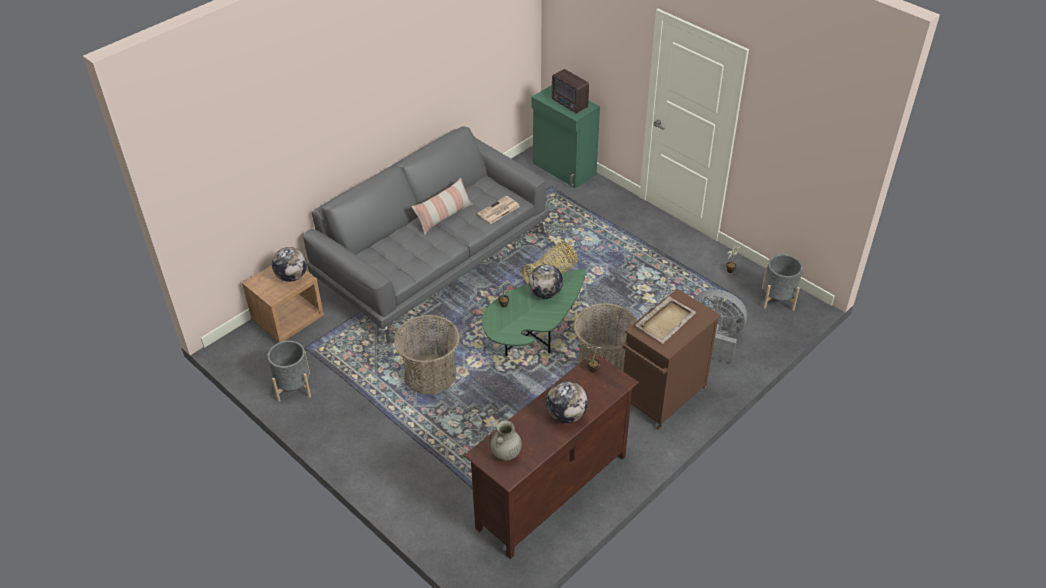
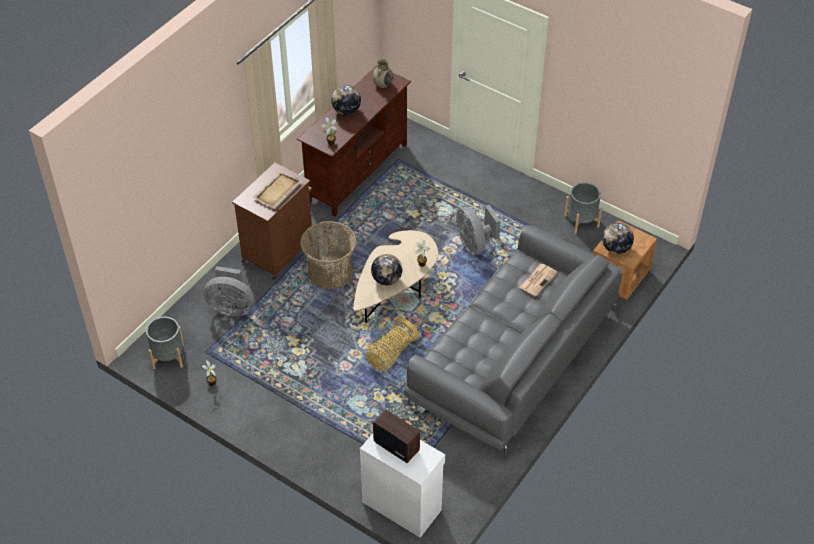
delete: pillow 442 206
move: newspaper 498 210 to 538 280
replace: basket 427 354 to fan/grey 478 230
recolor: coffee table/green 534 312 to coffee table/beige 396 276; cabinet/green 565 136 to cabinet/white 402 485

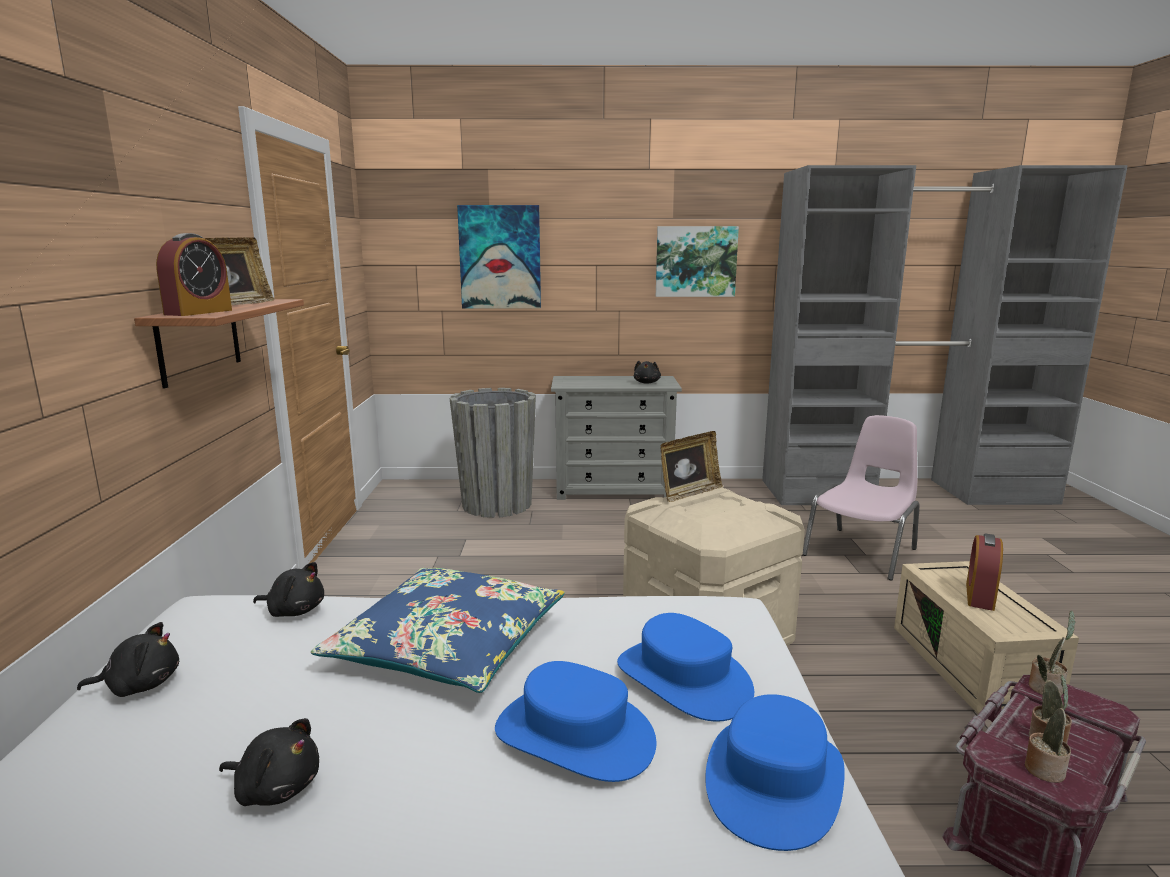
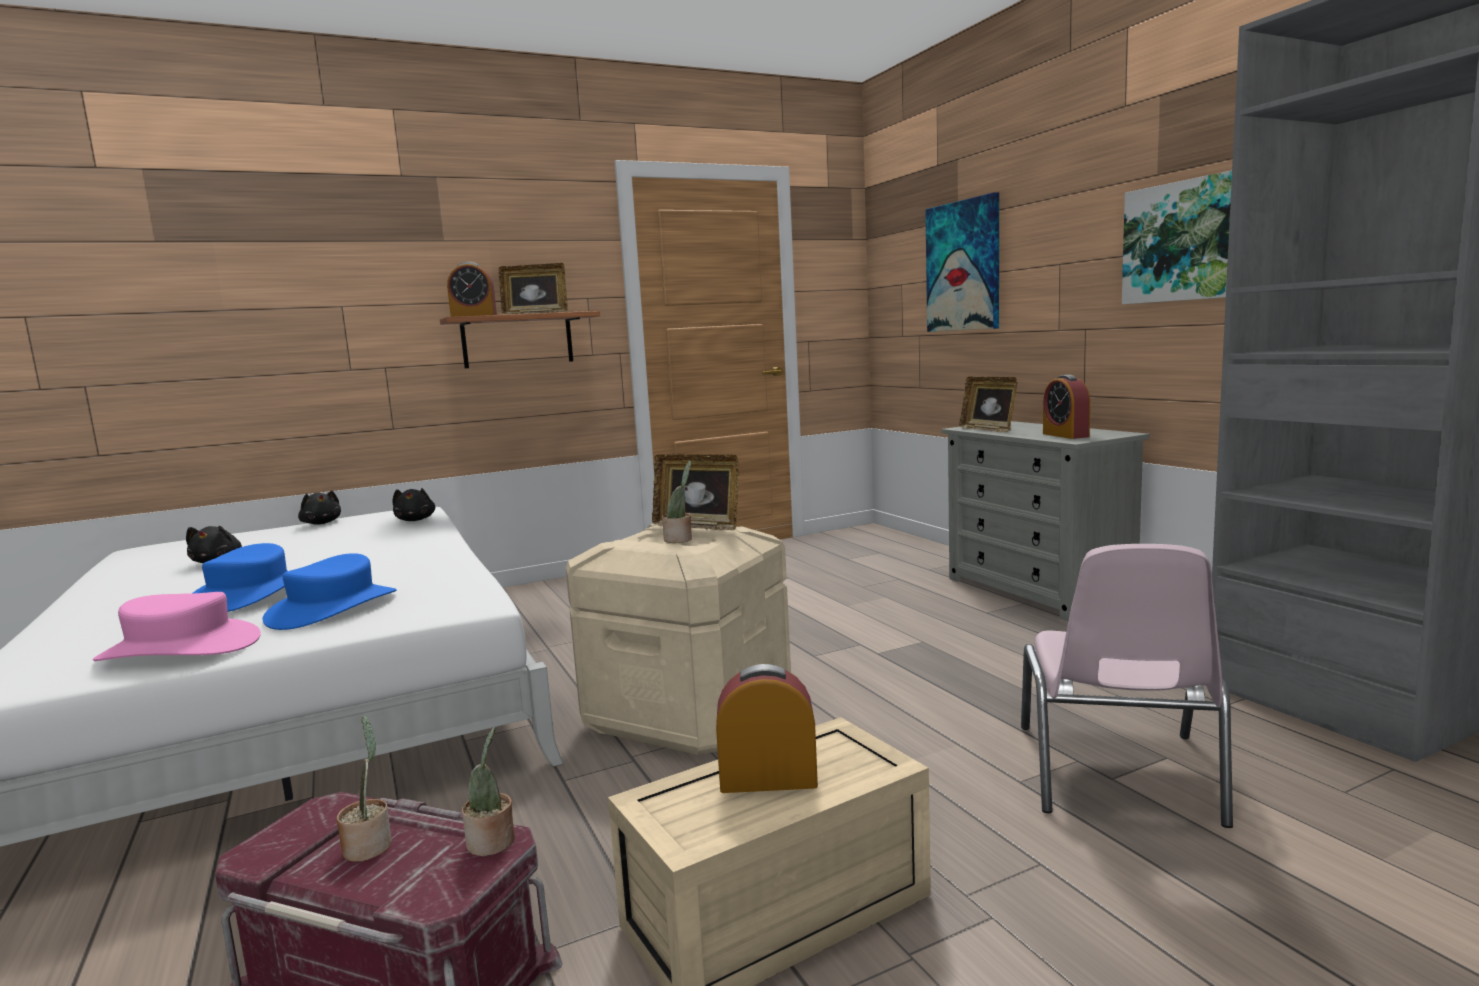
delete: pillow/blue 438 630; planter/grey 492 453
insert: picture frame 988 404
move: potted plant 1048 728 to 677 502
replace: plush toy/black 647 372 to alarm clock 1066 407
recolor: hat/blue 775 772 to hat/pink 177 626
rotate: chair/pink 861 498 = 1127 686 90 degrees clockwise

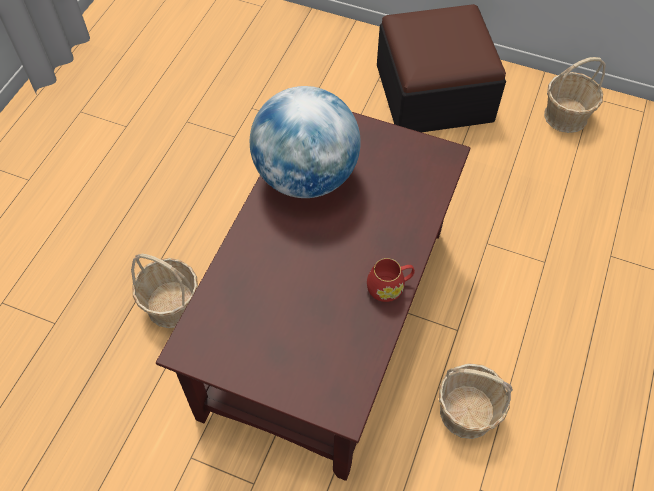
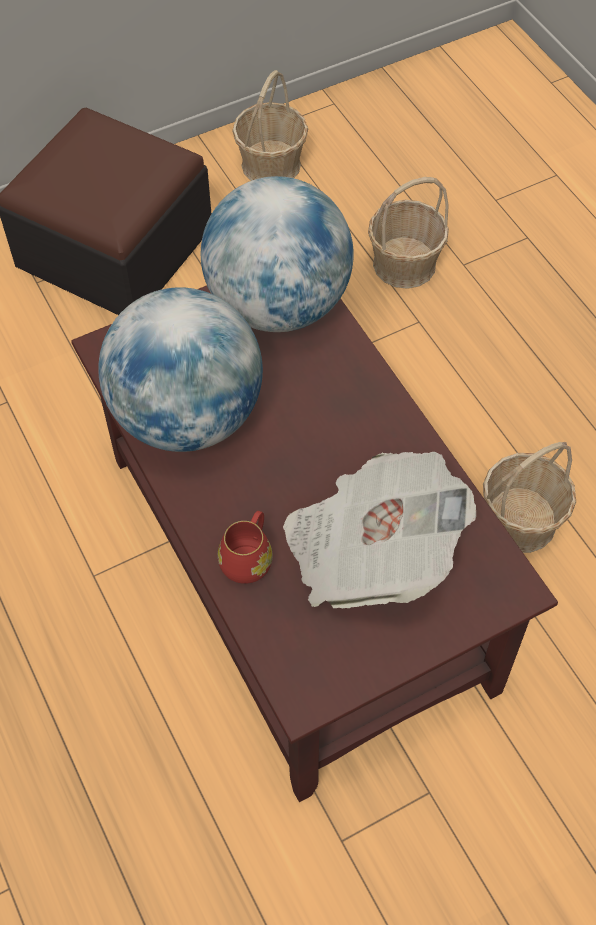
insert: globe 277 254; newspaper 379 530
move: mug/red 391 280 to 245 547; basket 164 290 to 408 233

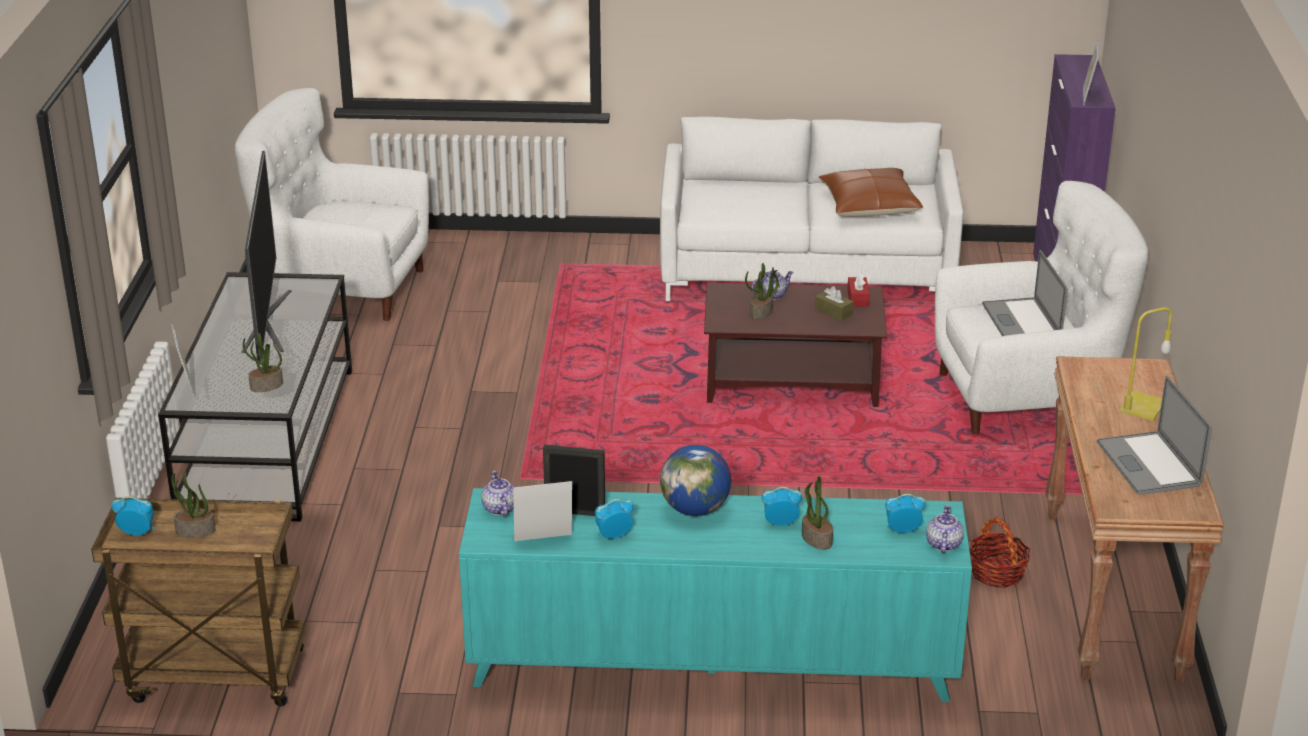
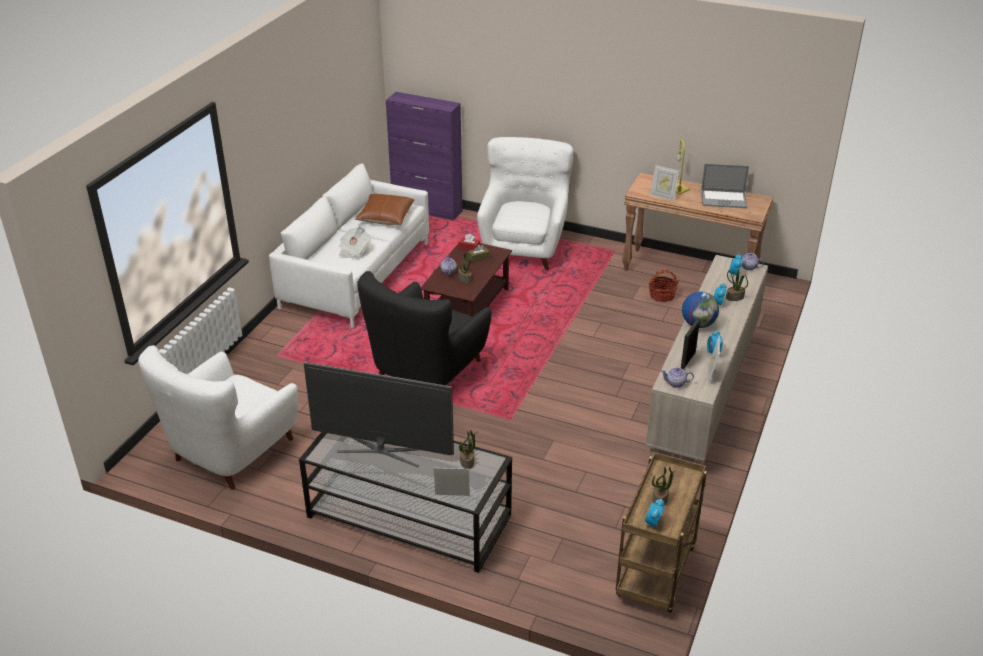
delete: laptop 1025 293
insert: newspaper 354 242; armchair/black 424 328
move: picture frame 1091 71 to 665 183
recolor: cabinet/turquoise 715 595 to cabinet/beige 707 359

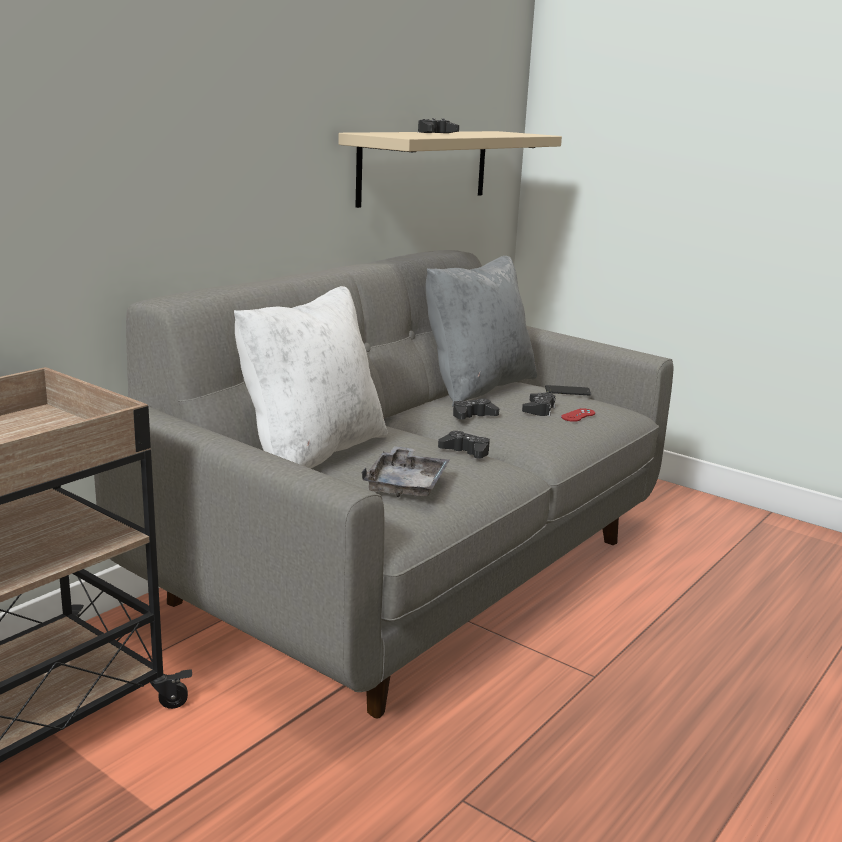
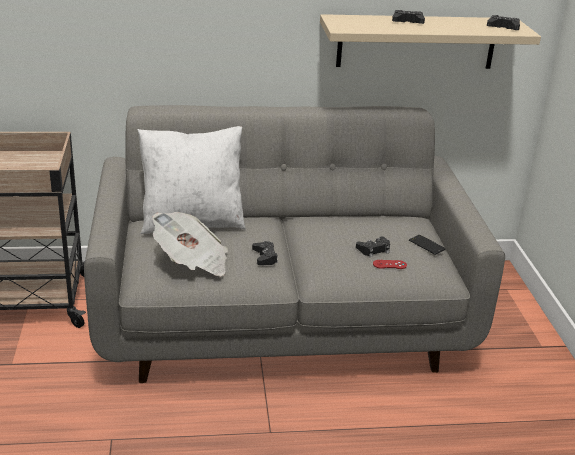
delete: pillow/grey 481 331
move: game controller/black 476 409 to 503 22
replace: tray/grey 405 471 to newspaper 190 244

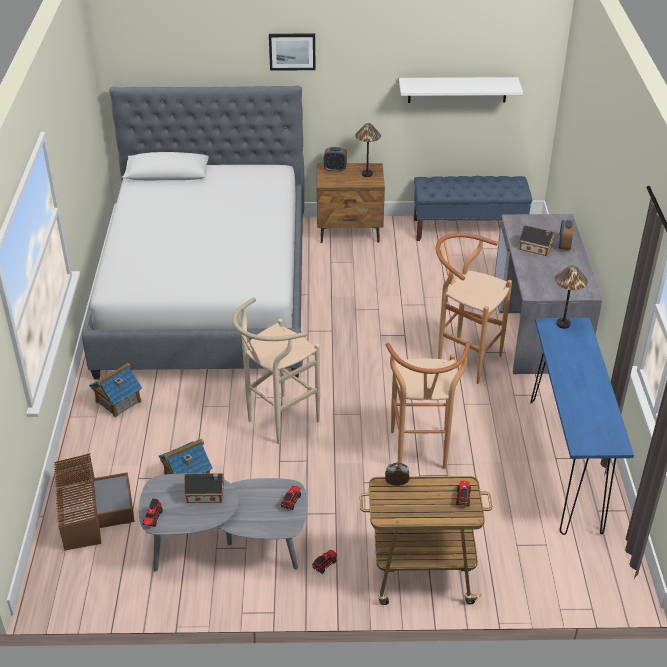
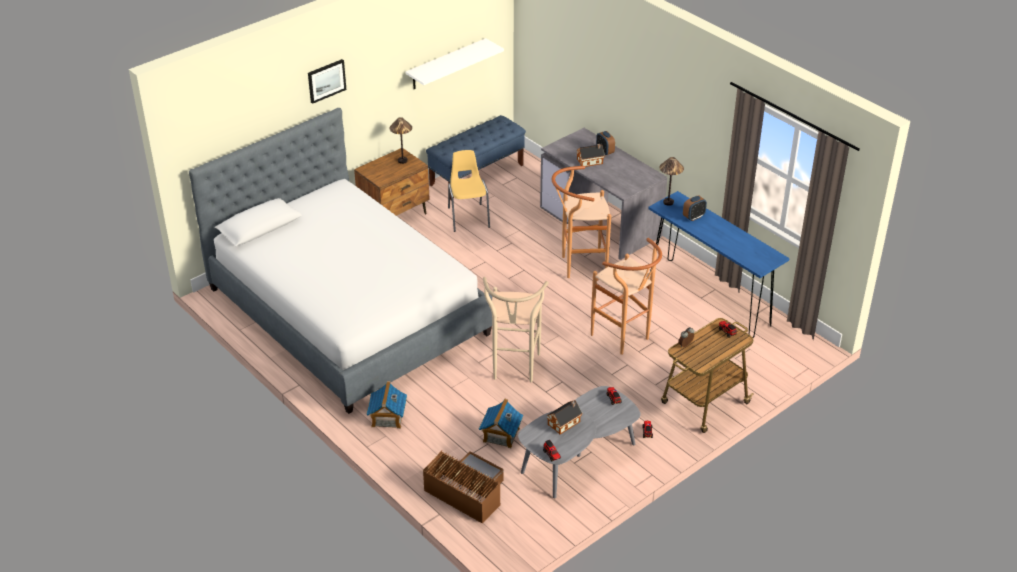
insert: chair/yellow 469 191
move: alarm clock 335 159 to 695 208

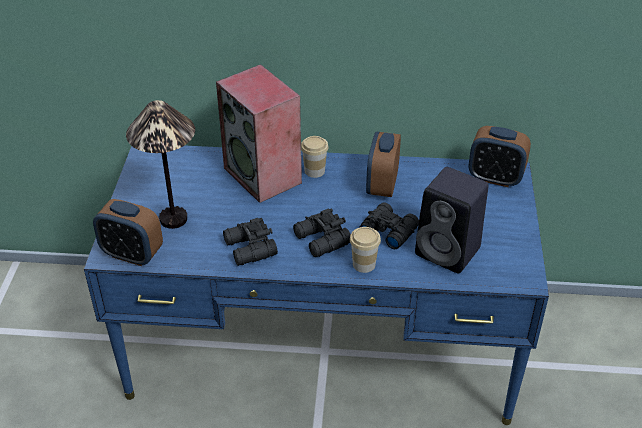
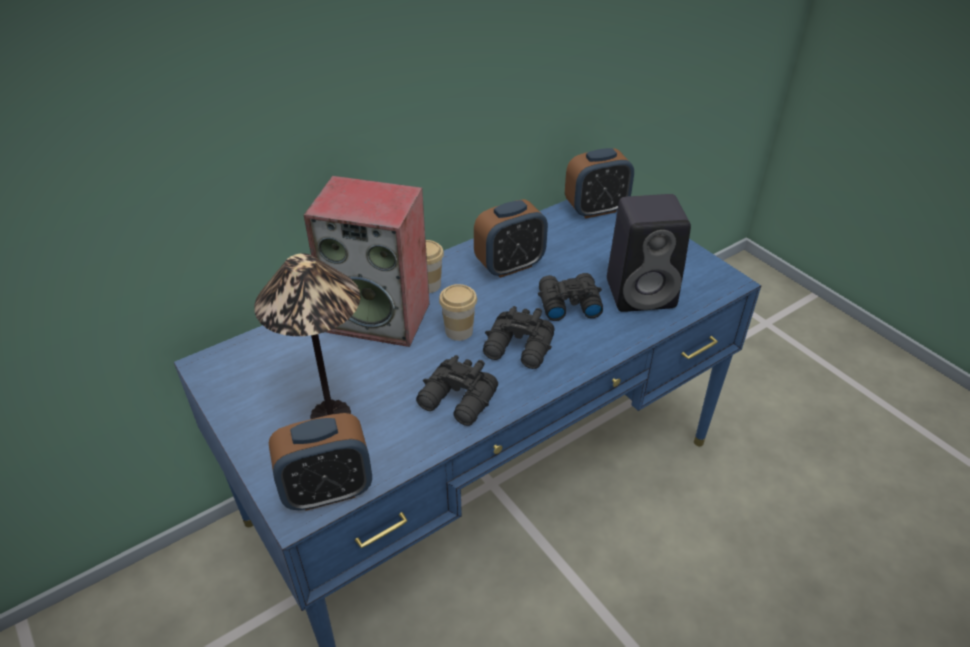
move: cup 365 250 to 458 312
rotate: alarm clock 383 164 = 511 238 90 degrees counterclockwise

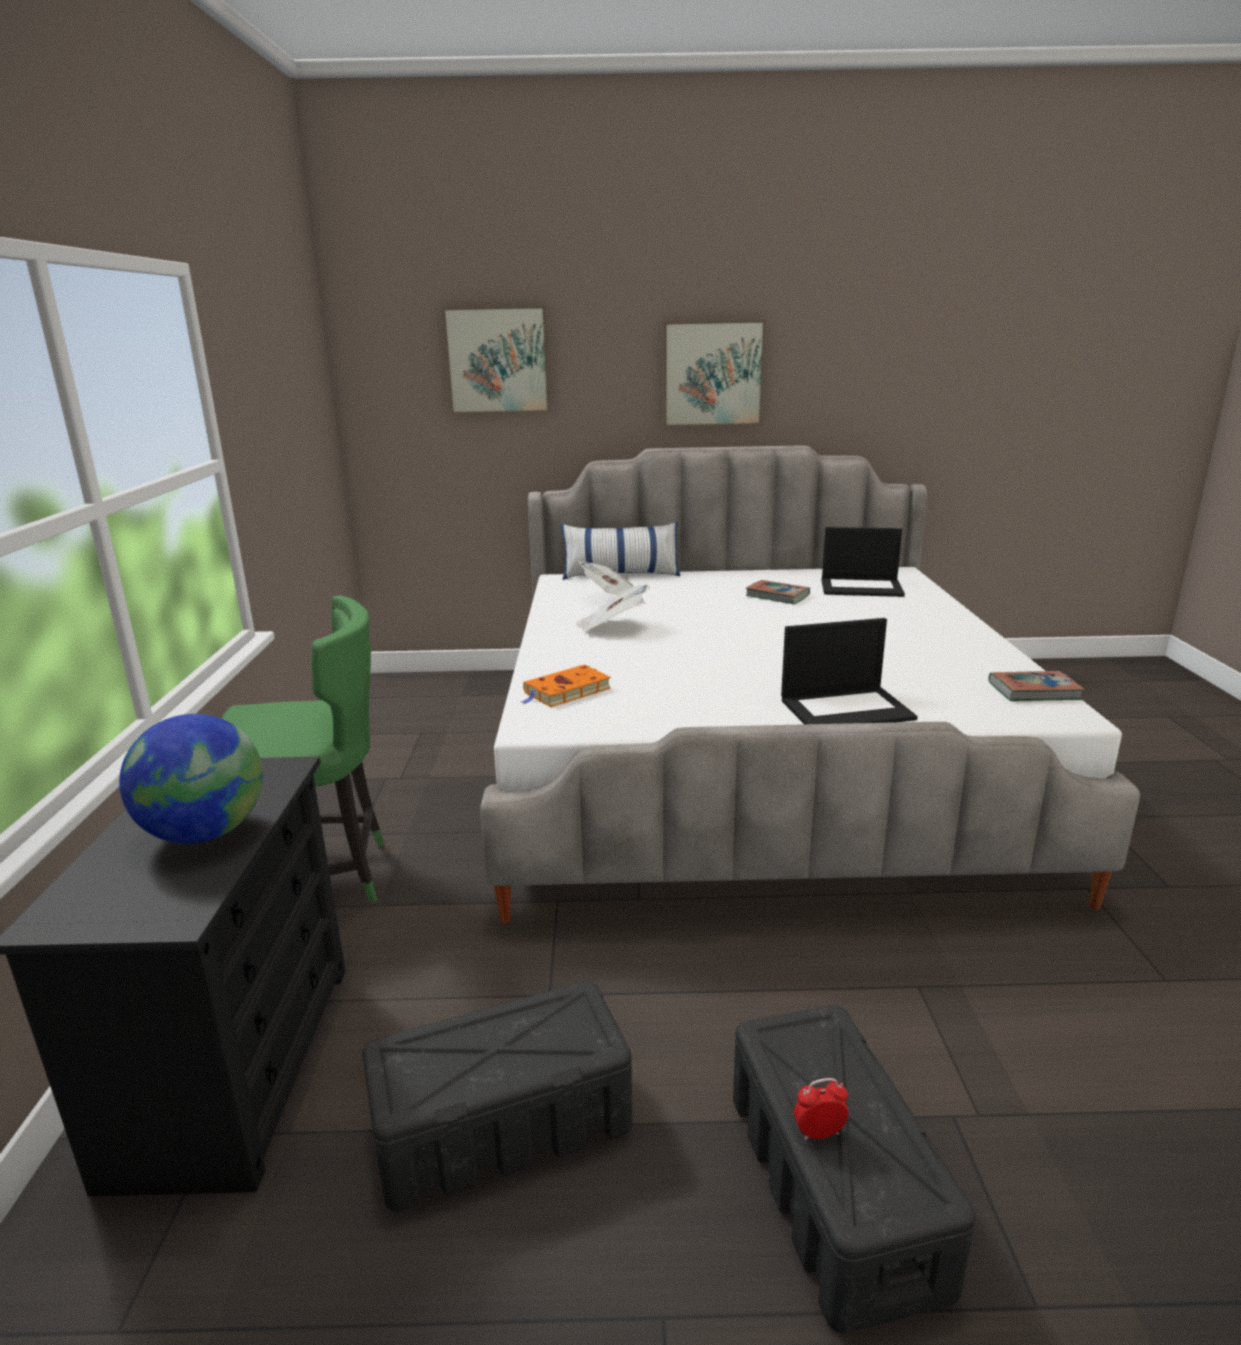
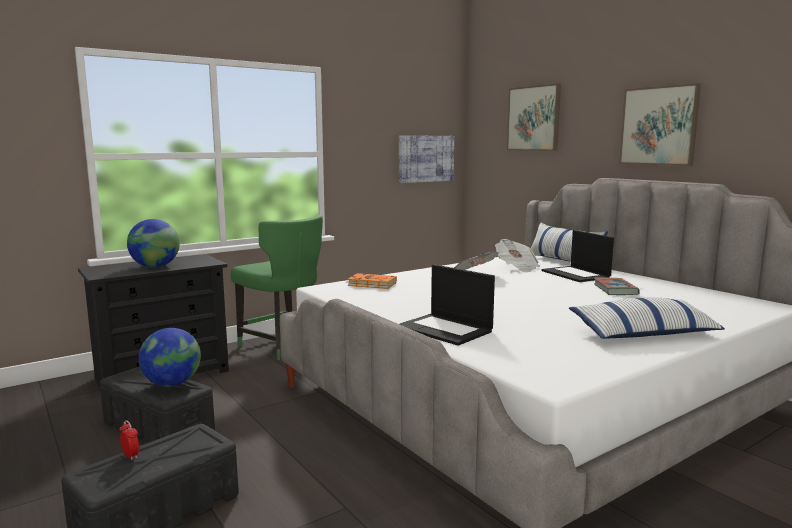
delete: book 1036 686
insert: globe 170 357; picture 426 159; pillow 647 318
move: laptop 863 562 to 578 256

